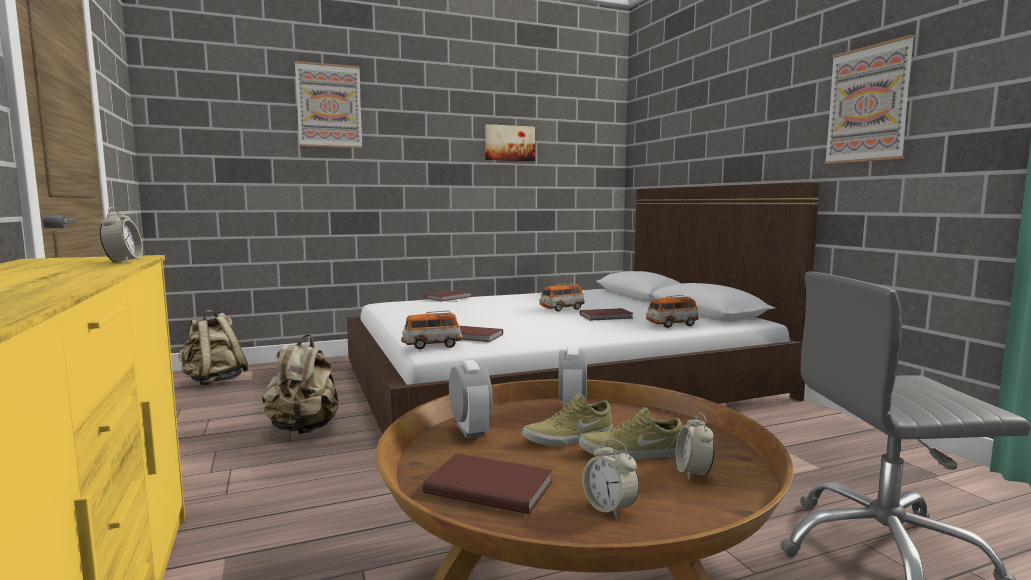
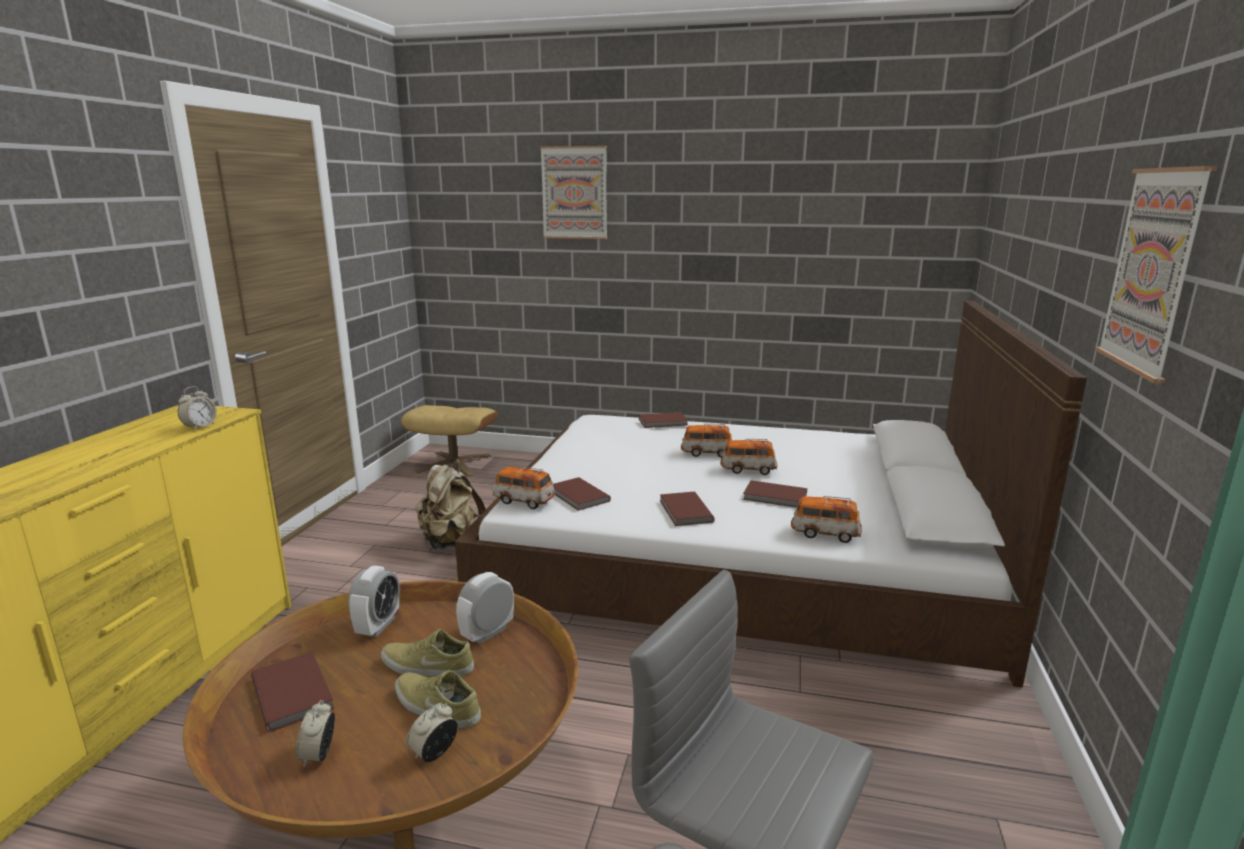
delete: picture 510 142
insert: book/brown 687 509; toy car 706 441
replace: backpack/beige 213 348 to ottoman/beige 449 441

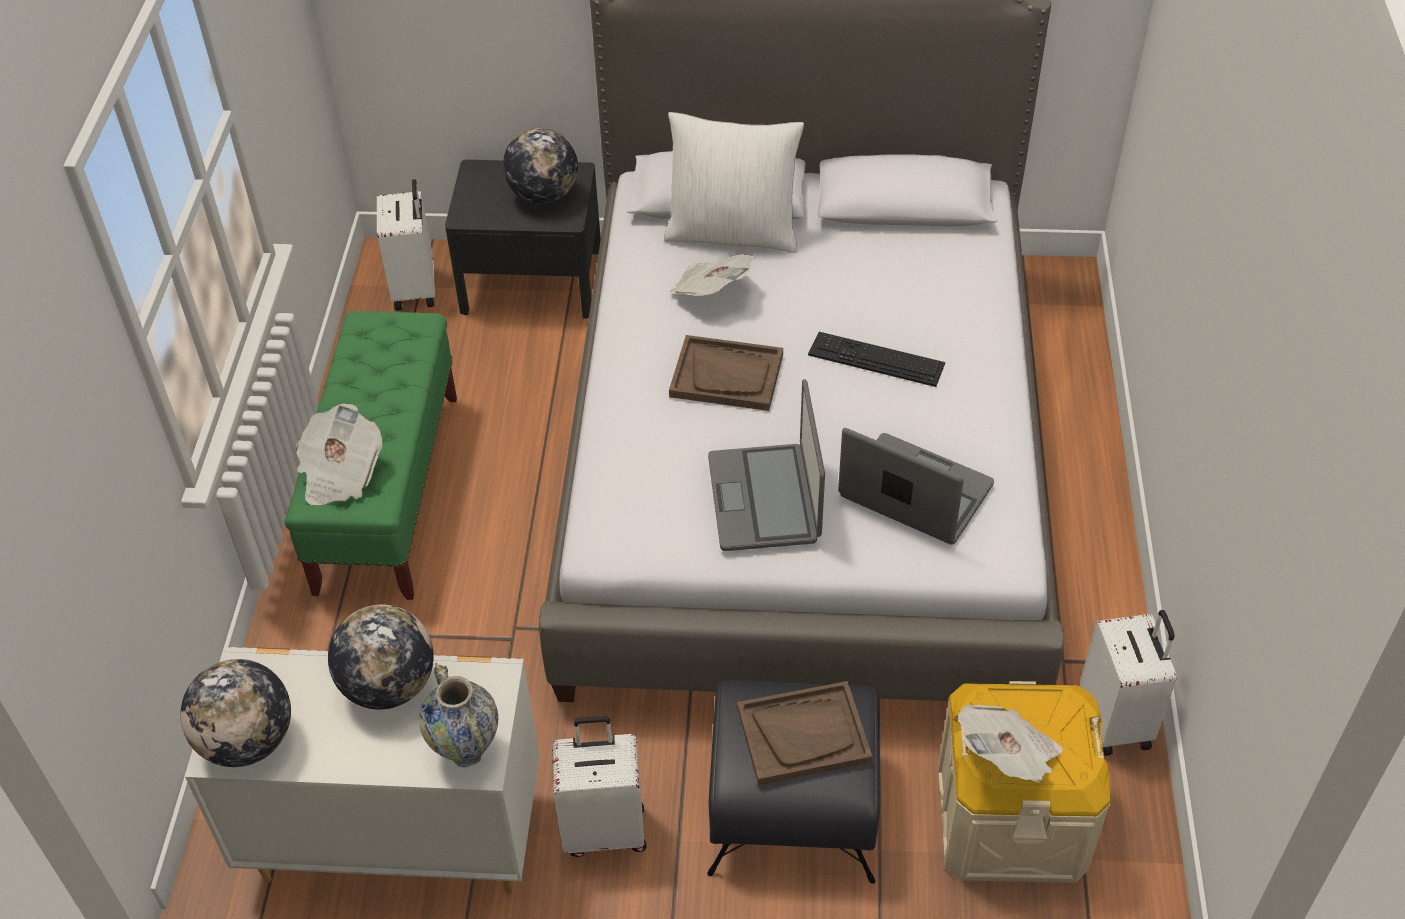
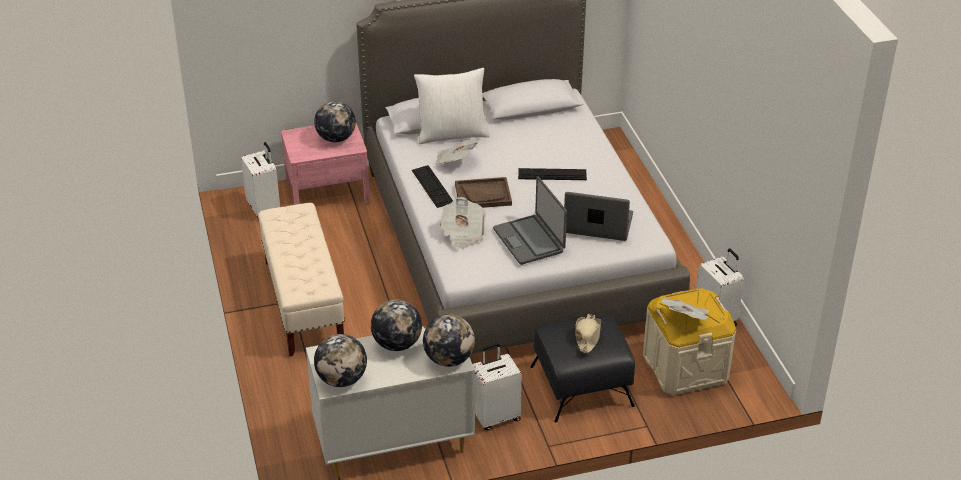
insert: keyboard 432 186
move: newspaper 339 454 to 463 223
replace: vase 458 715 to globe 449 340; tray/brown 804 733 to hat/beige 588 333
recolor: bench/green 370 455 to bench/beige 301 279; nightstand/black 523 239 to nightstand/pink 325 163

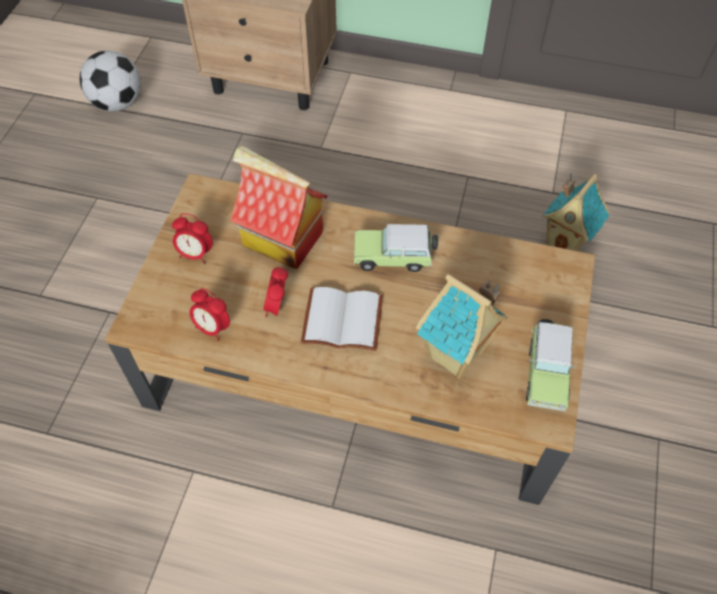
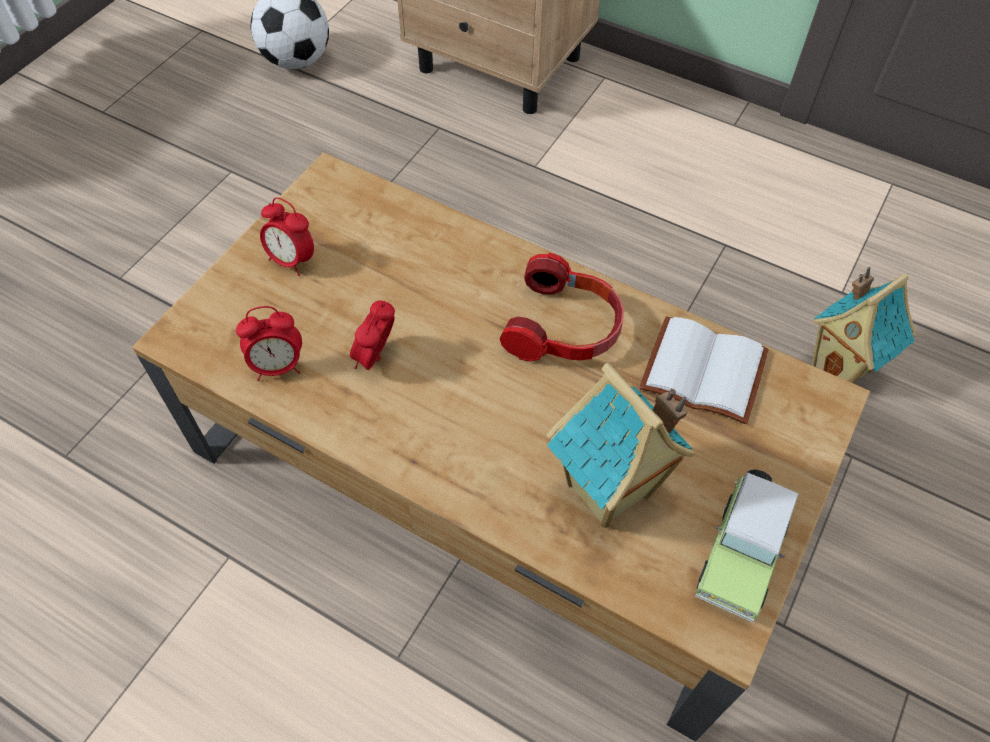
delete: toy house 279 207
move: book/white 342 319 to 704 370
replace: toy car 396 248 to headphones 561 307
rotate: alarm clock 209 314 = 269 343 60 degrees counterclockwise

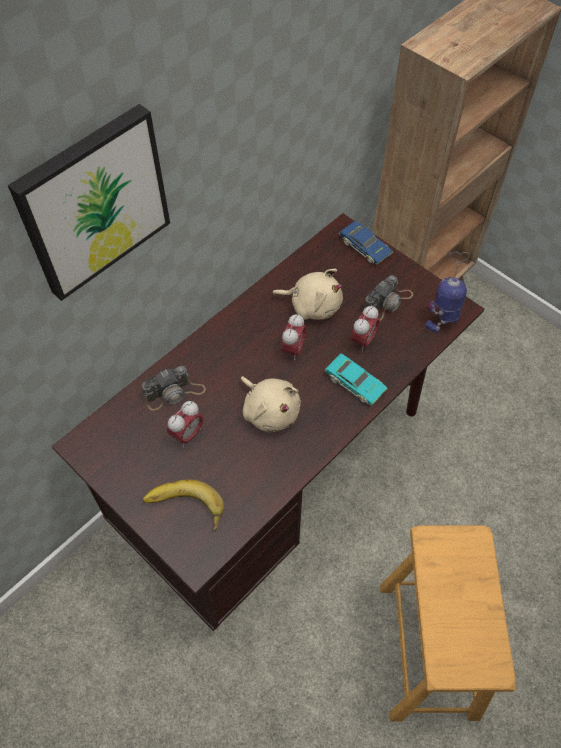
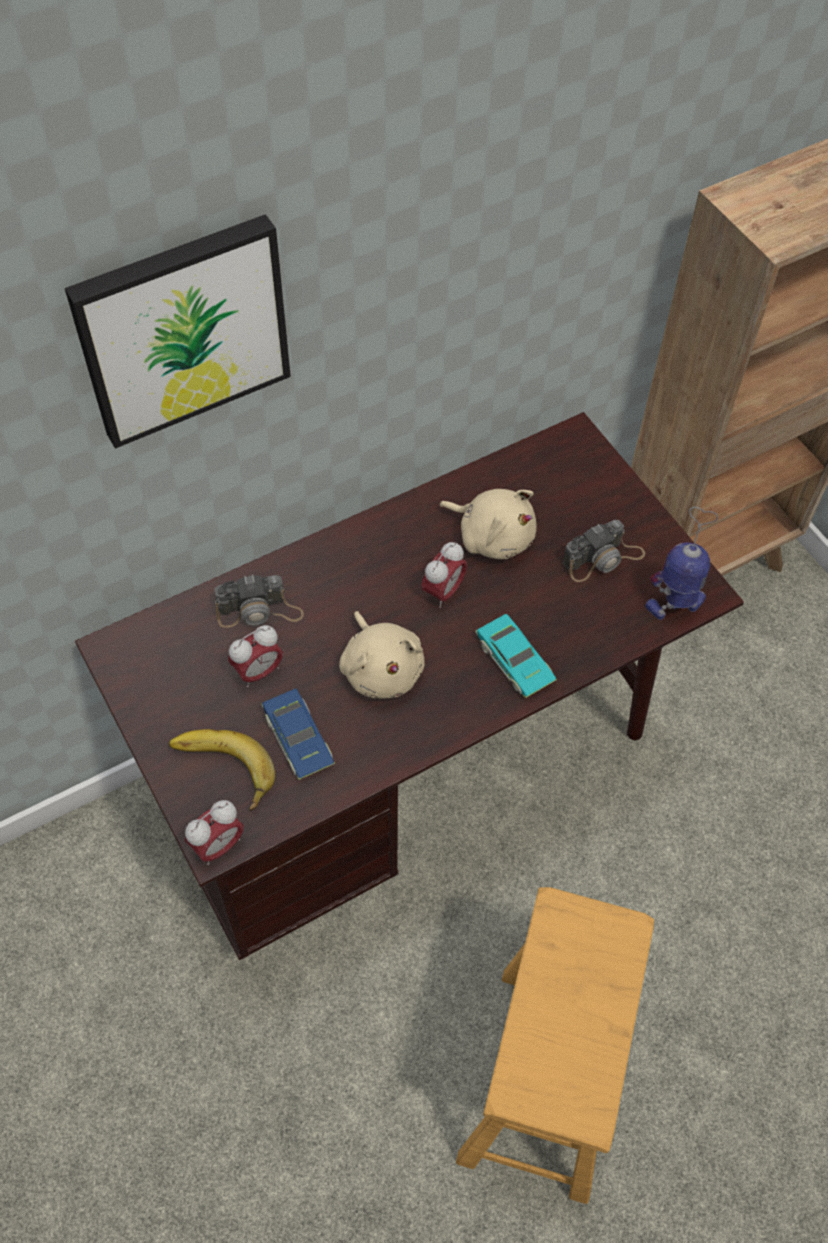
move: alarm clock 365 329 to 214 832; toy car/blue 366 243 to 298 734

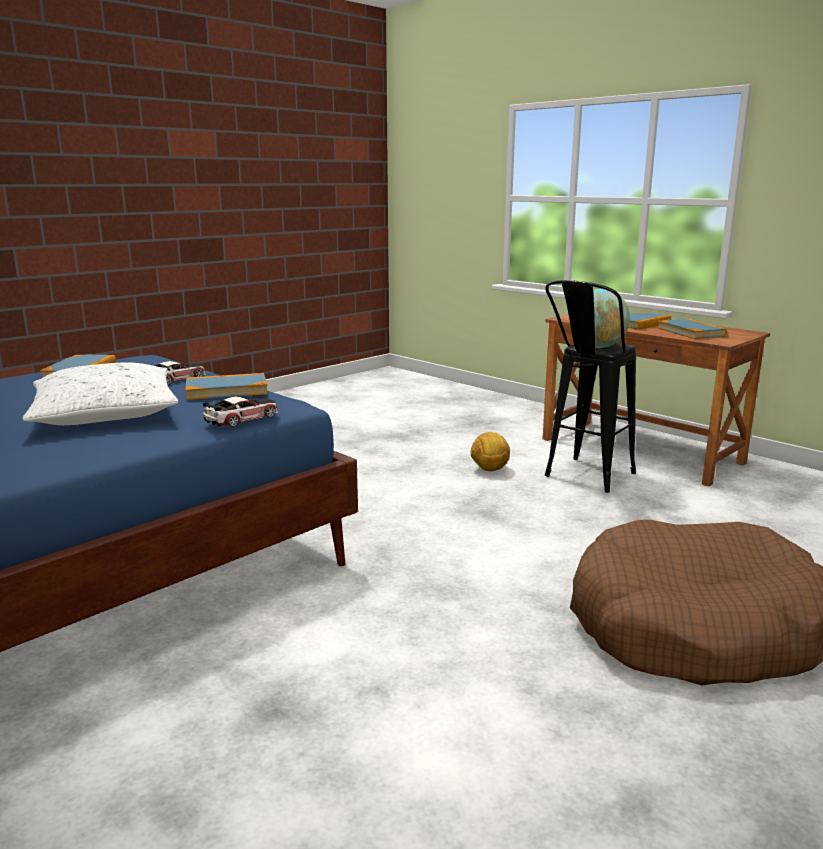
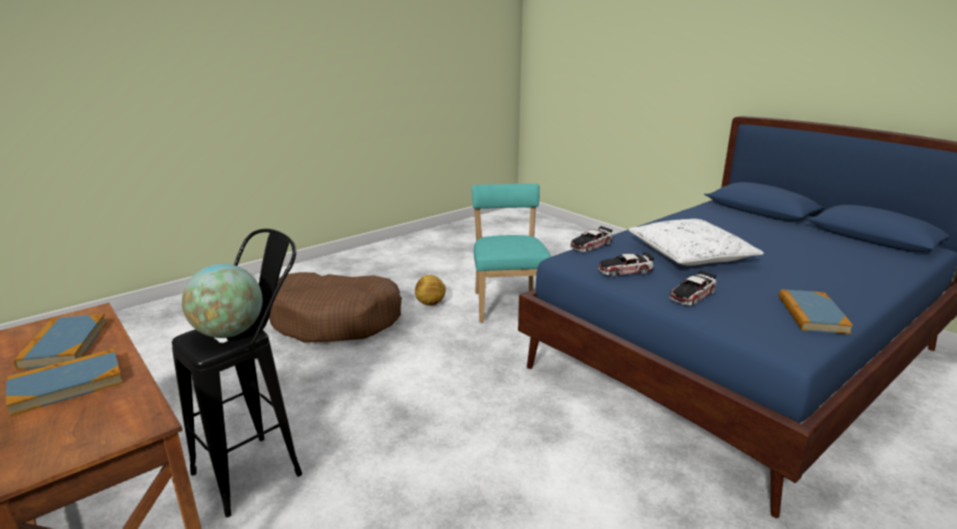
insert: chair/turquoise 511 253
move: football 490 451 to 430 290
replace: book 227 386 to toy car 626 264

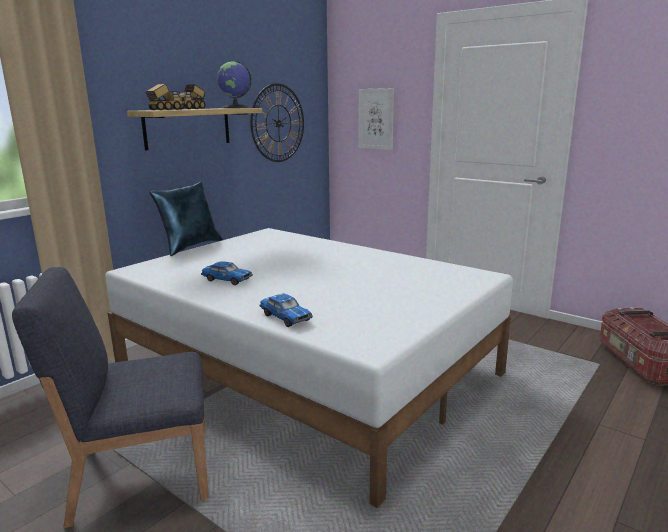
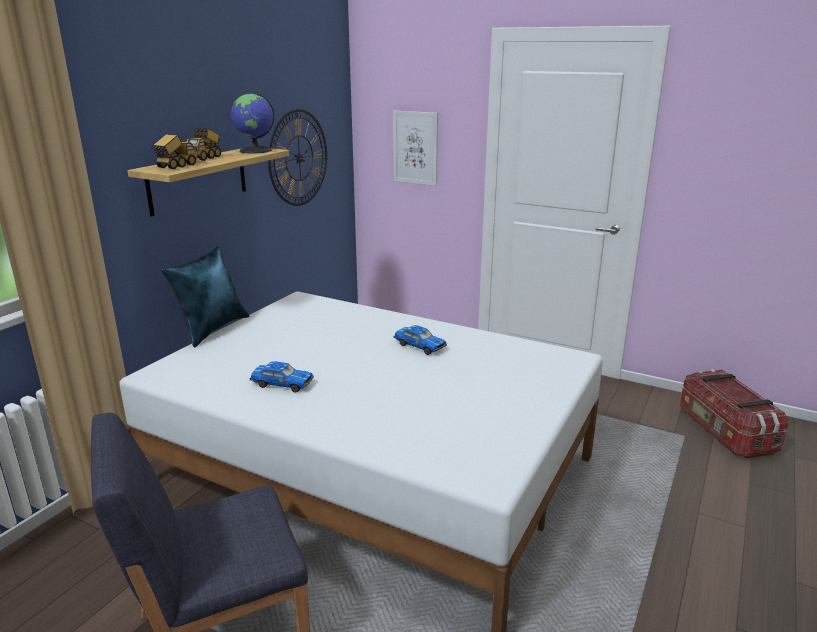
move: toy car 286 310 to 420 340

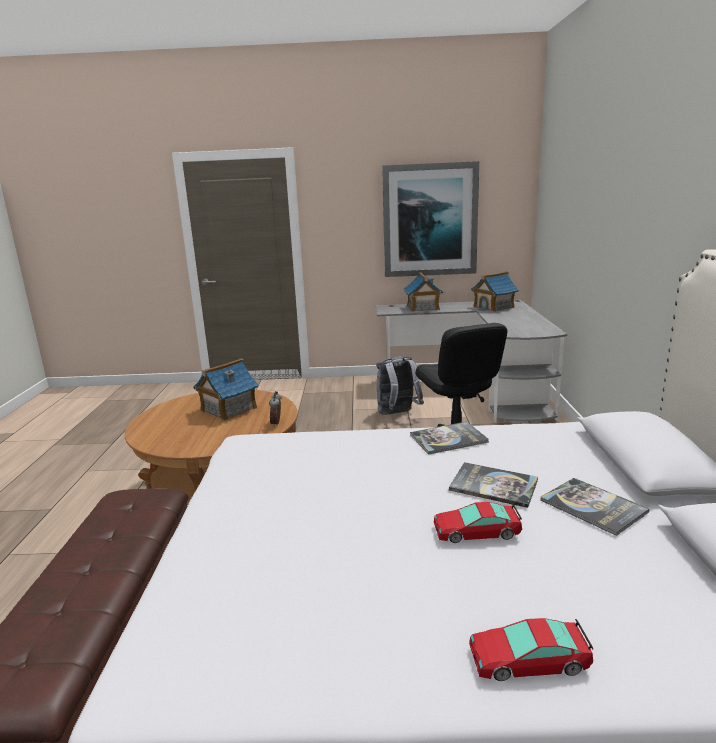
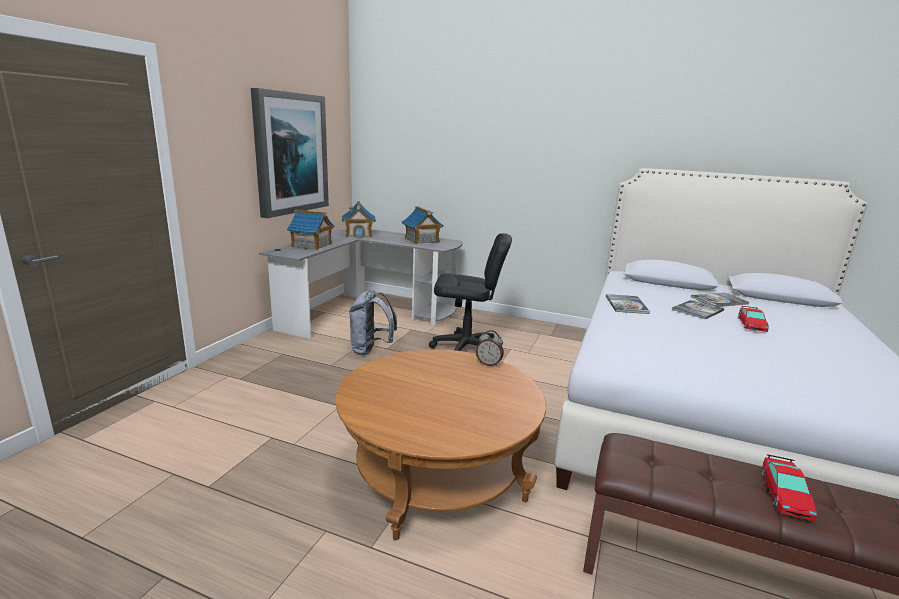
move: toy house 226 389 to 423 225; toy car 531 649 to 789 487

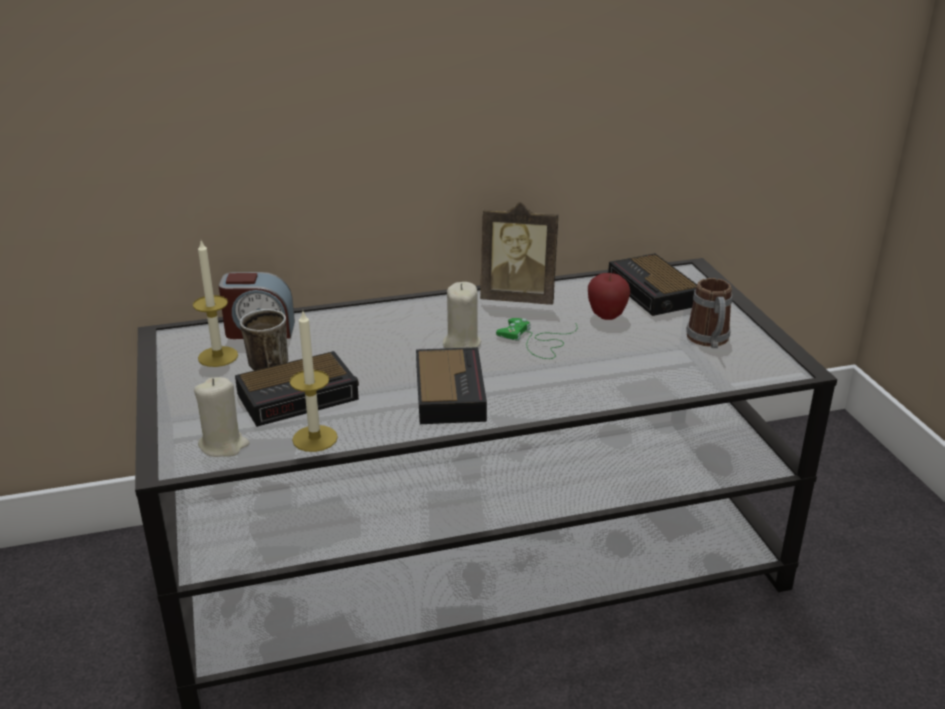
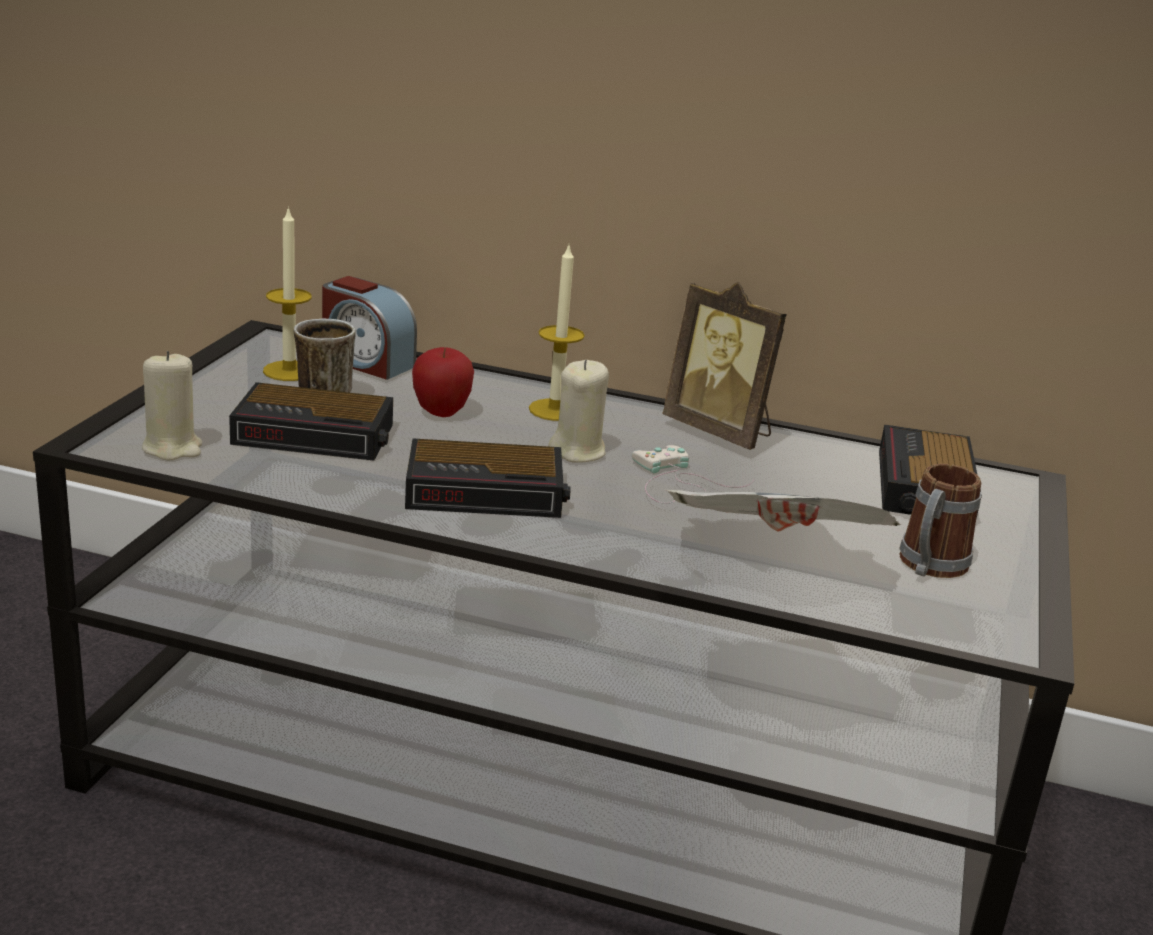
insert: newspaper 784 511
move: apple 609 296 to 443 382; candle 313 381 to 557 333
recolor: game controller/green 536 338 to game controller/white 693 474
rotate: alarm clock 451 385 = 487 478 60 degrees clockwise

